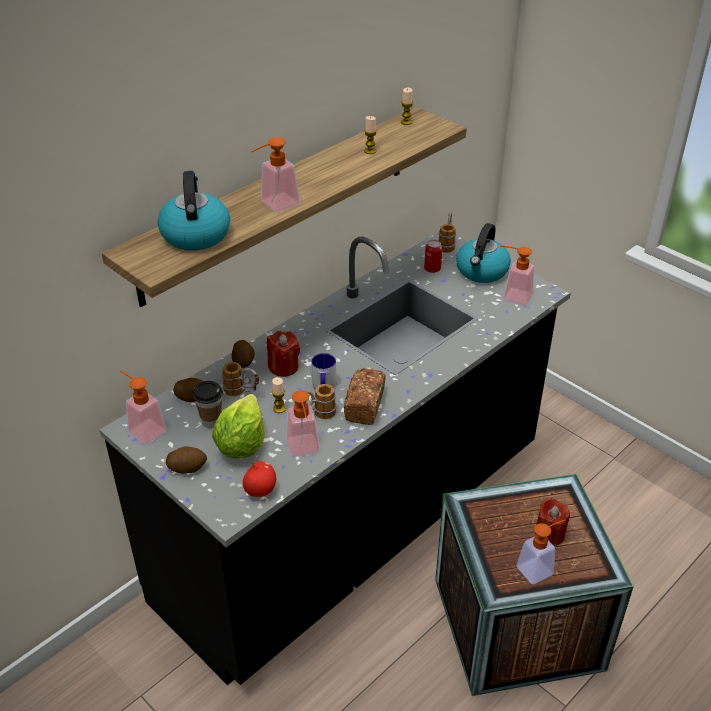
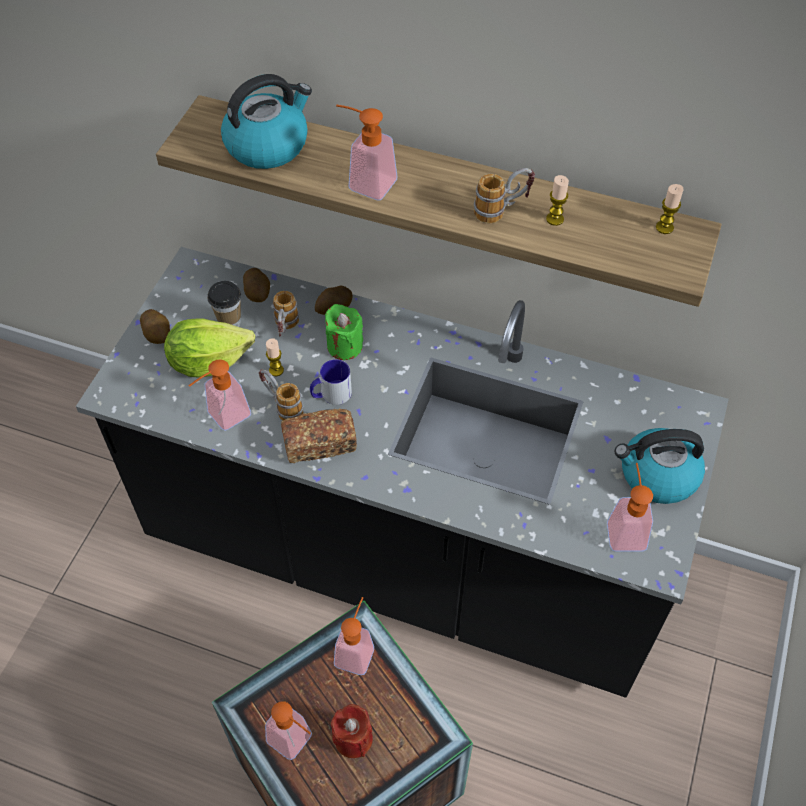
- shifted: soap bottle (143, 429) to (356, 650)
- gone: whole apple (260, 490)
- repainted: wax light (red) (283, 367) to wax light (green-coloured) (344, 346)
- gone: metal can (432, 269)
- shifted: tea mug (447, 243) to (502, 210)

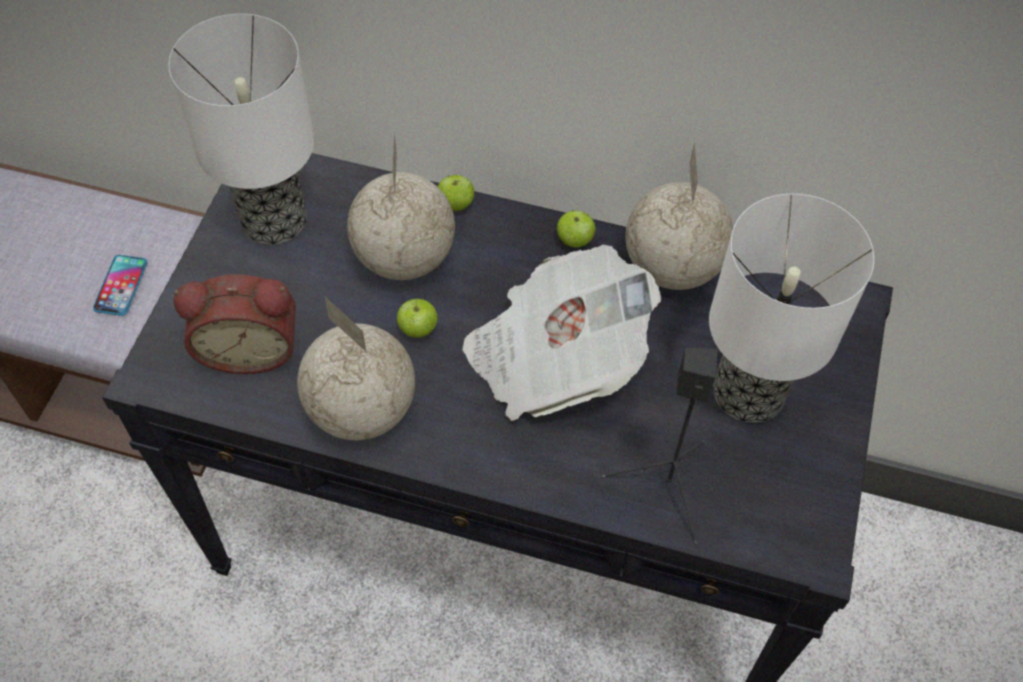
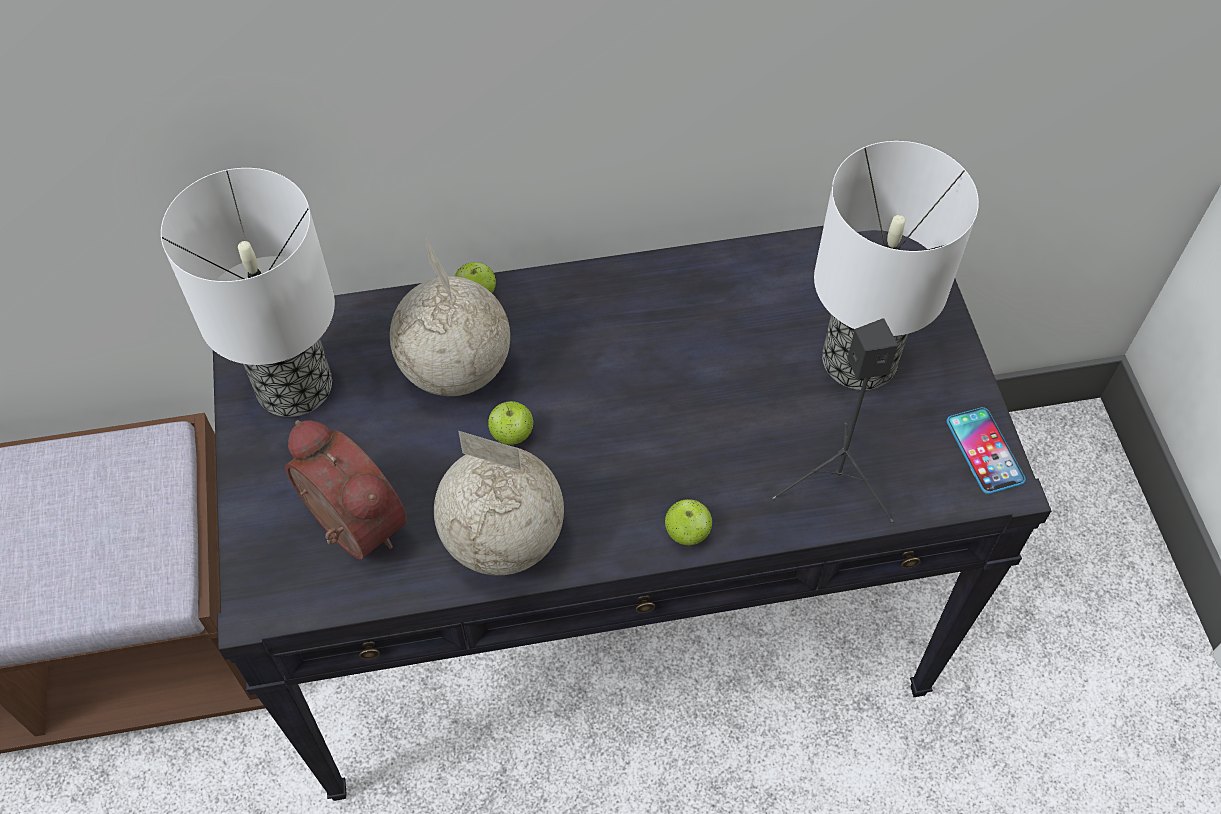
- shifted: telephone (121, 286) to (984, 451)
- rotated: table clock (250, 347) = (349, 527) 105 degrees counterclockwise
- gone: newspaper (554, 357)
- shifted: whole apple (575, 240) to (687, 533)
- gone: globe (673, 267)

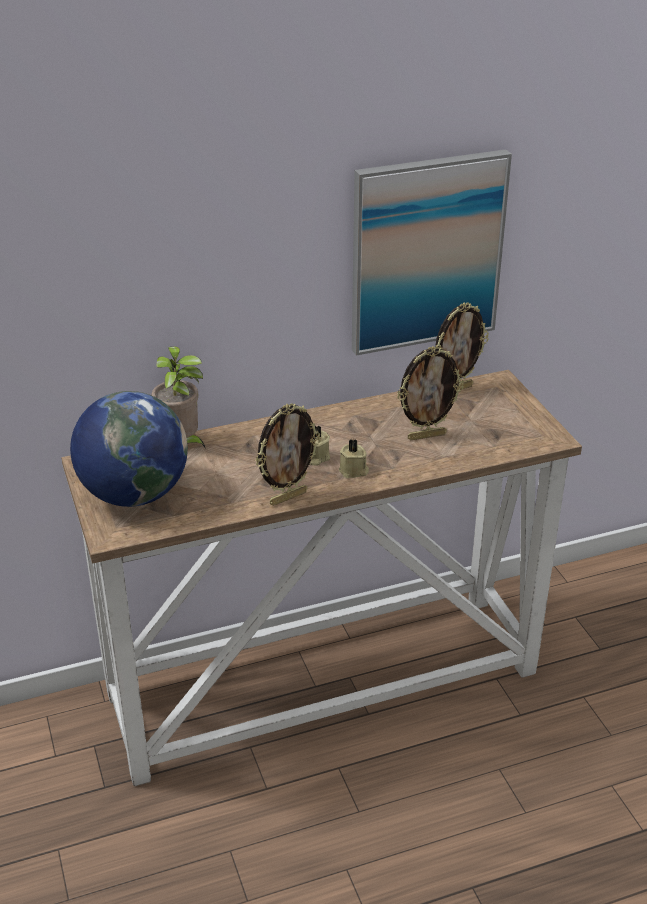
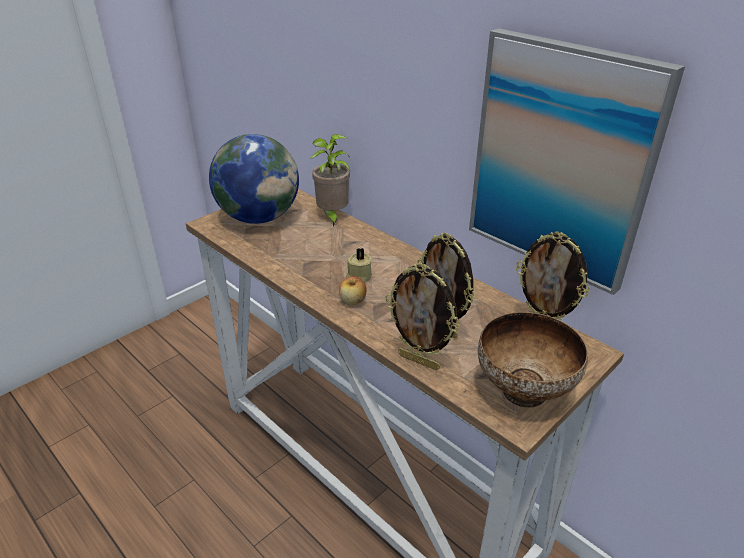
- shifted: photo frame (288, 497) to (419, 361)
- swapped: wax light (beige) (354, 471) to whole apple (353, 301)
- new: deep dish (525, 390)

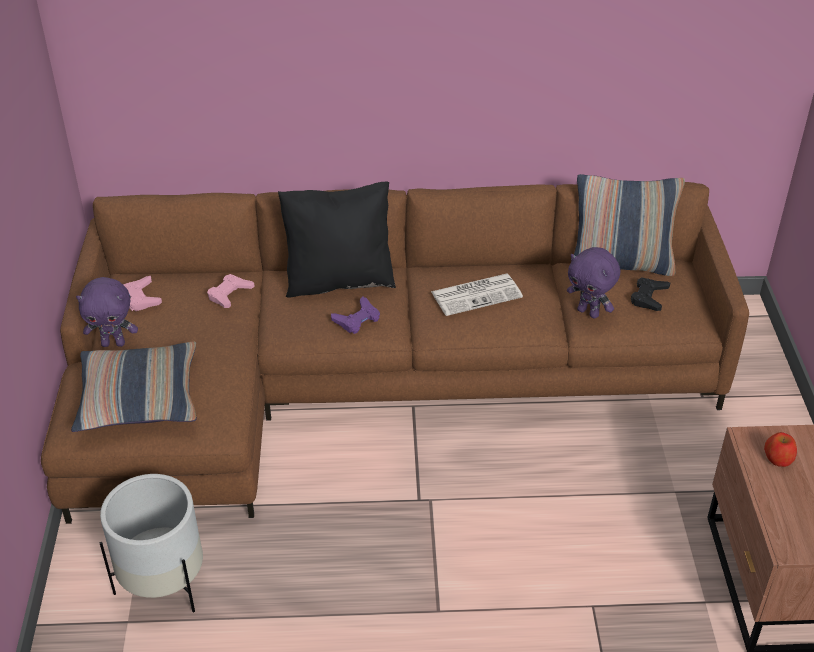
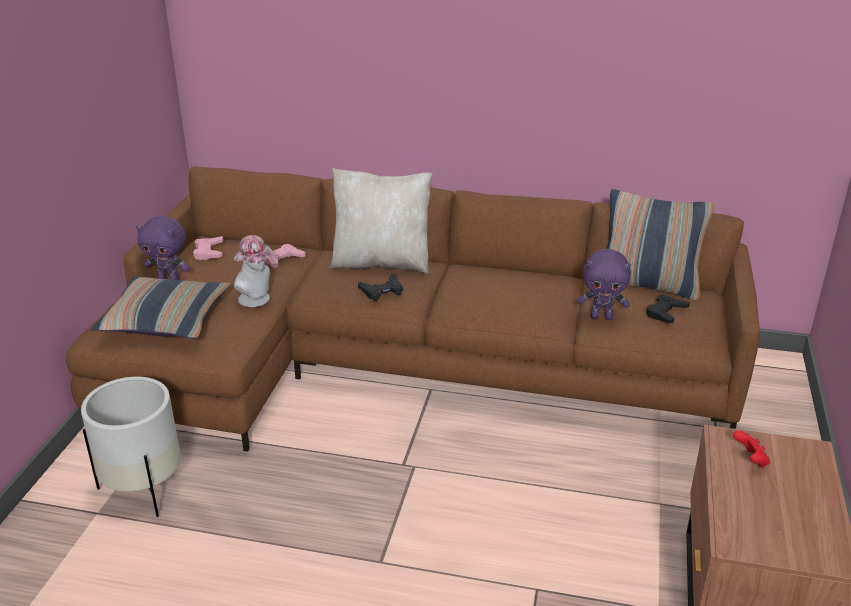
- repainted: cushion (black) (339, 280) to cushion (beige) (382, 262)
- repainted: gamepad (purplish) (357, 319) to gamepad (black) (382, 291)
- gone: newspaper (477, 294)
- rotated: plush toy (purplish) (589, 312) = (602, 317) 45 degrees counterclockwise
- swapped: whole apple (778, 458) to gamepad (red) (750, 460)
- new: wearable hat (258, 299)

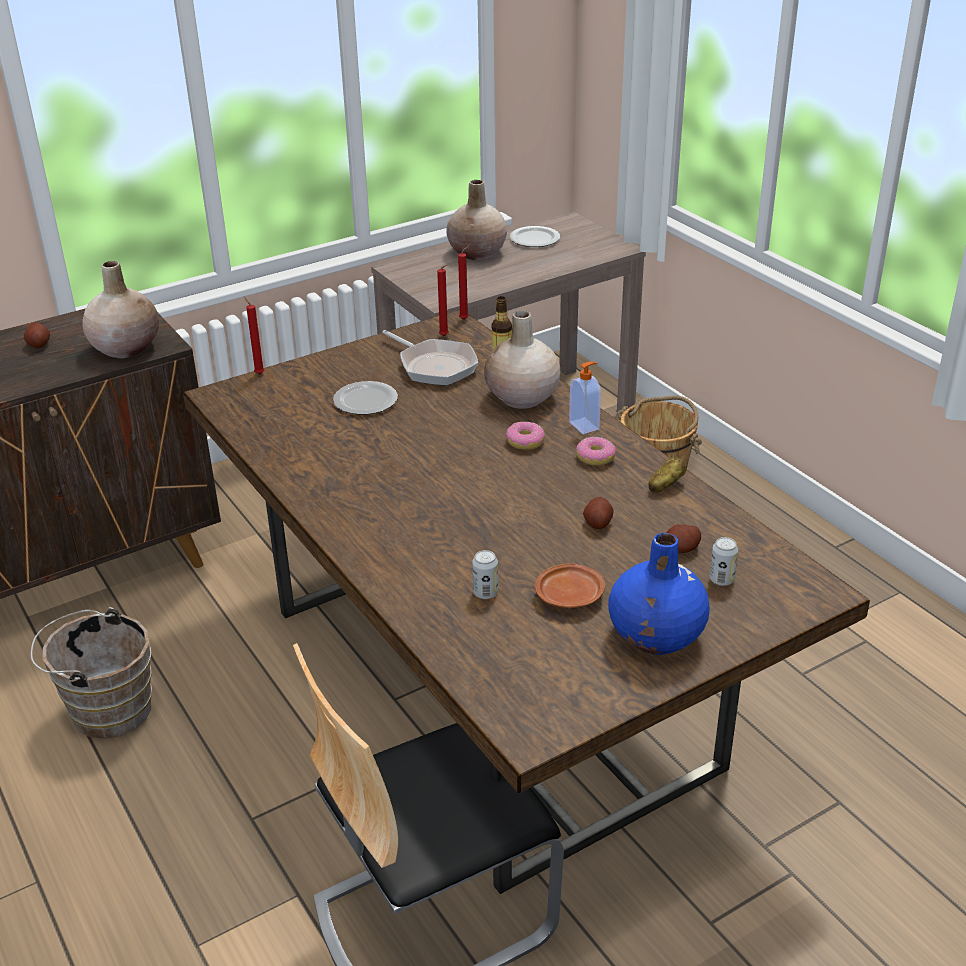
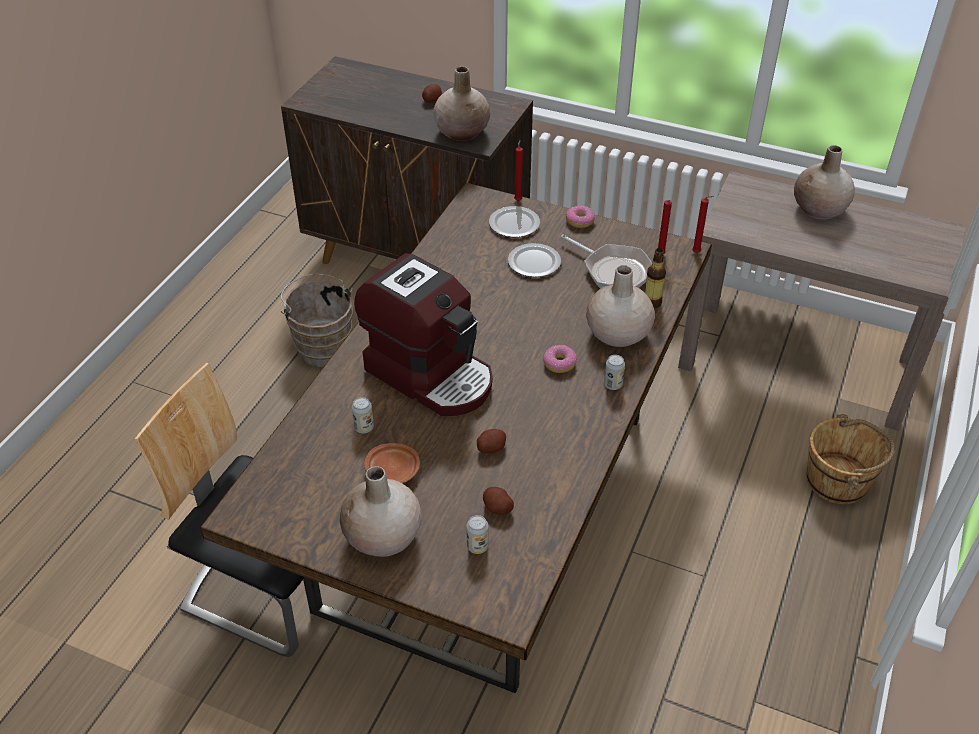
- rotated: frying pan (434, 366) = (613, 271) 60 degrees counterclockwise
- shifted: dinner plate (534, 239) to (514, 223)
- swapped: soap bottle (585, 425) to metal can (613, 384)
- shifted: doughnut (596, 457) to (580, 221)
- repainted: decorative vase (blue) (657, 636) to decorative vase (beige) (383, 536)
- gone: whole potato (665, 485)
- new: coffee brewer (431, 374)

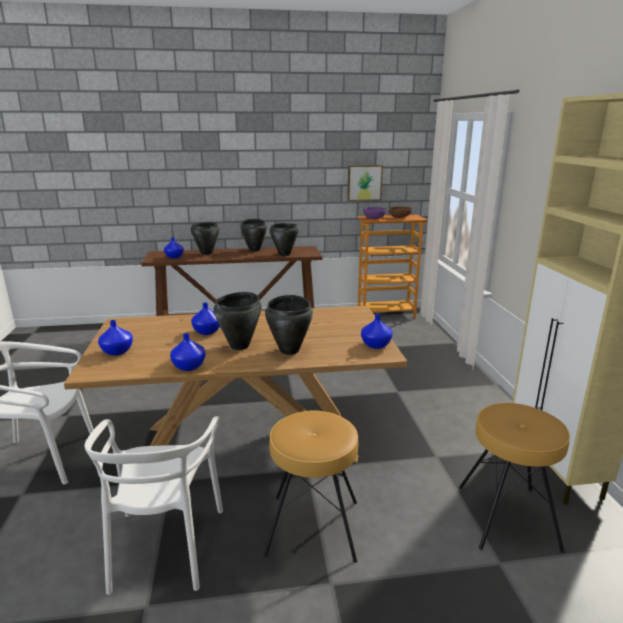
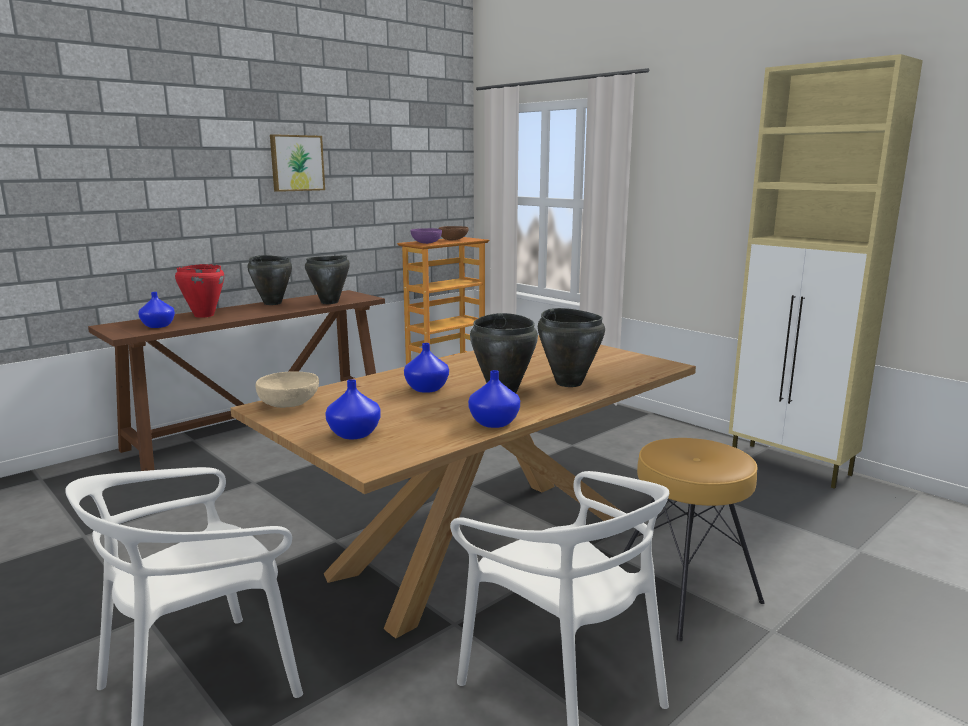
- repainted: stockpot (black) (206, 253) to stockpot (red) (203, 315)
- shifted: wall art (364, 182) to (296, 163)
- gone: decorative vase (blue) (375, 345)
- gone: stool (brownish) (506, 517)
- new: deep dish (beige) (289, 404)

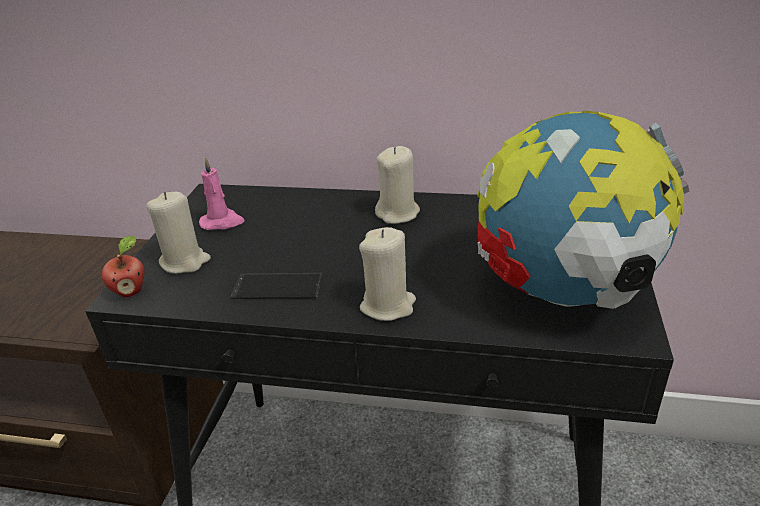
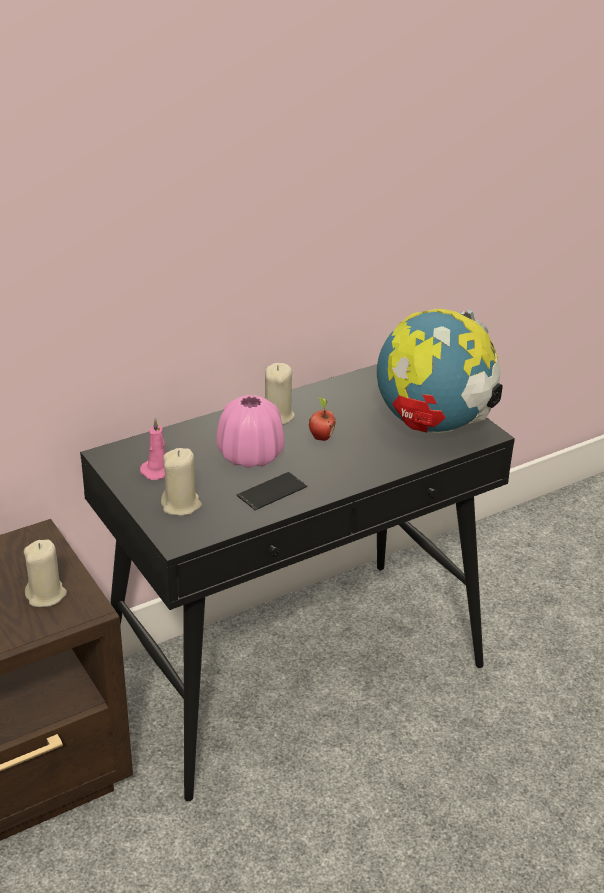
- shifted: whole apple (131, 291) to (320, 437)
- shifted: wax light (beige) (388, 305) to (46, 595)
- new: decorative vase (pink) (250, 456)

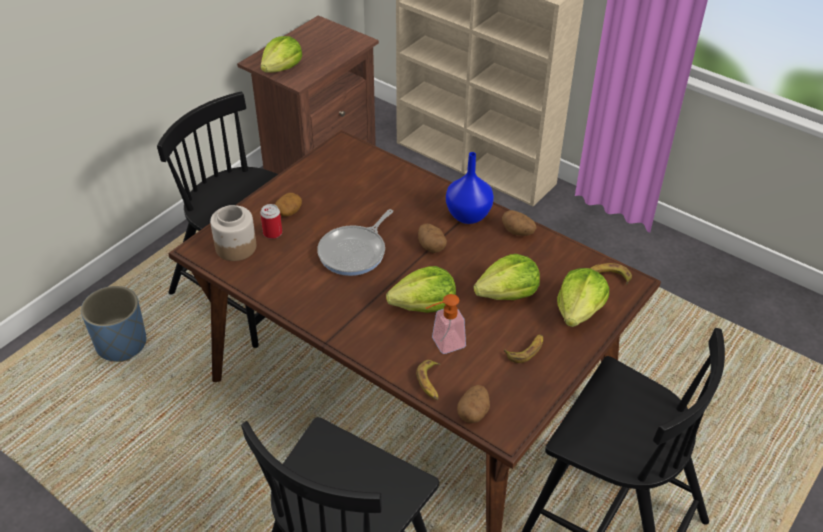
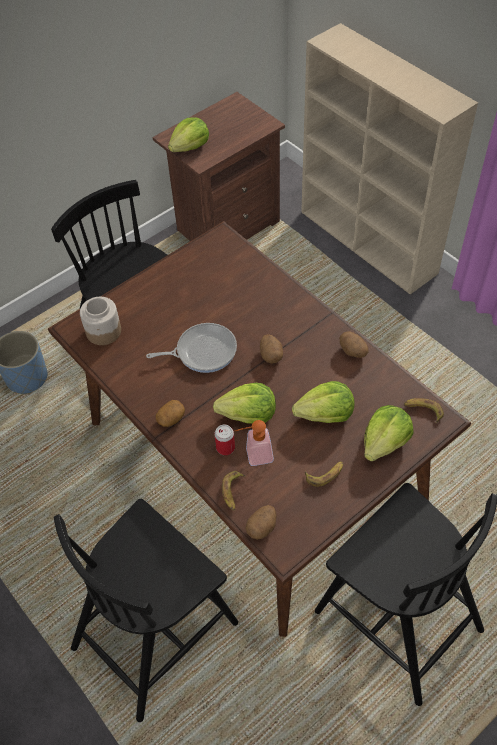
- shifted: metal can (272, 233) to (225, 447)
- shifted: whole potato (288, 212) to (171, 418)
- rotated: frying pan (355, 252) = (203, 351) 150 degrees counterclockwise
- gone: decorative vase (blue) (467, 215)

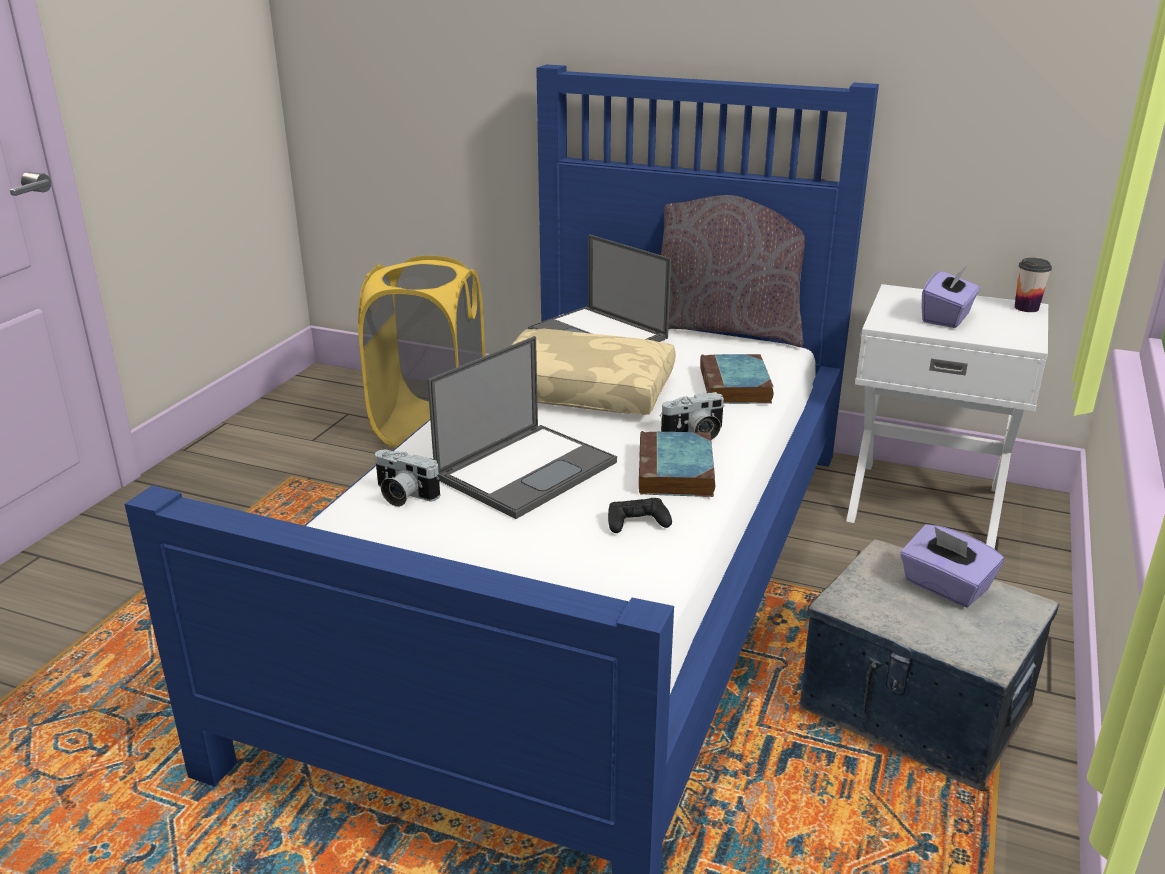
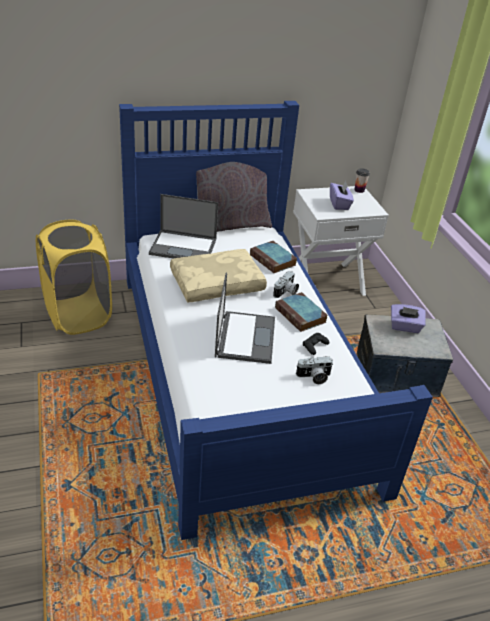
- shifted: still camera (402, 495) to (314, 377)

